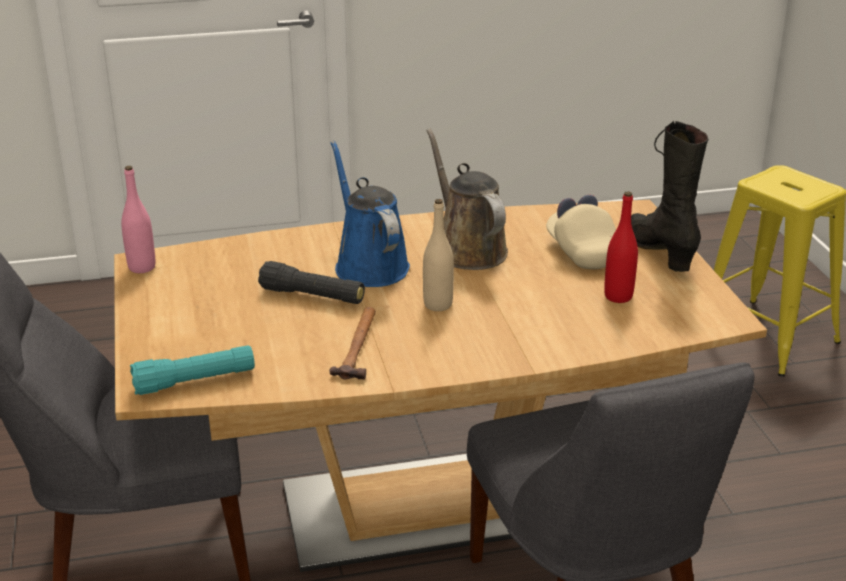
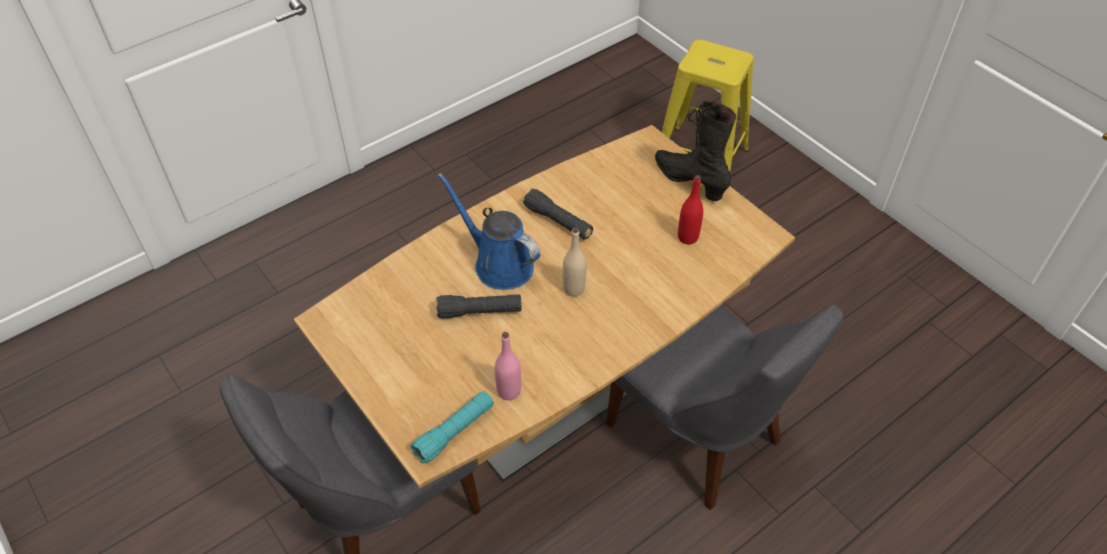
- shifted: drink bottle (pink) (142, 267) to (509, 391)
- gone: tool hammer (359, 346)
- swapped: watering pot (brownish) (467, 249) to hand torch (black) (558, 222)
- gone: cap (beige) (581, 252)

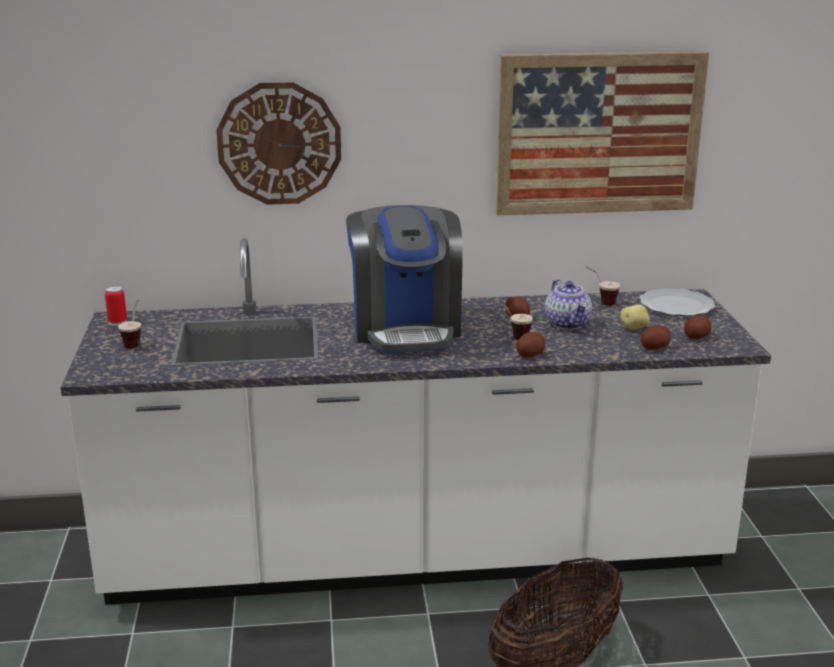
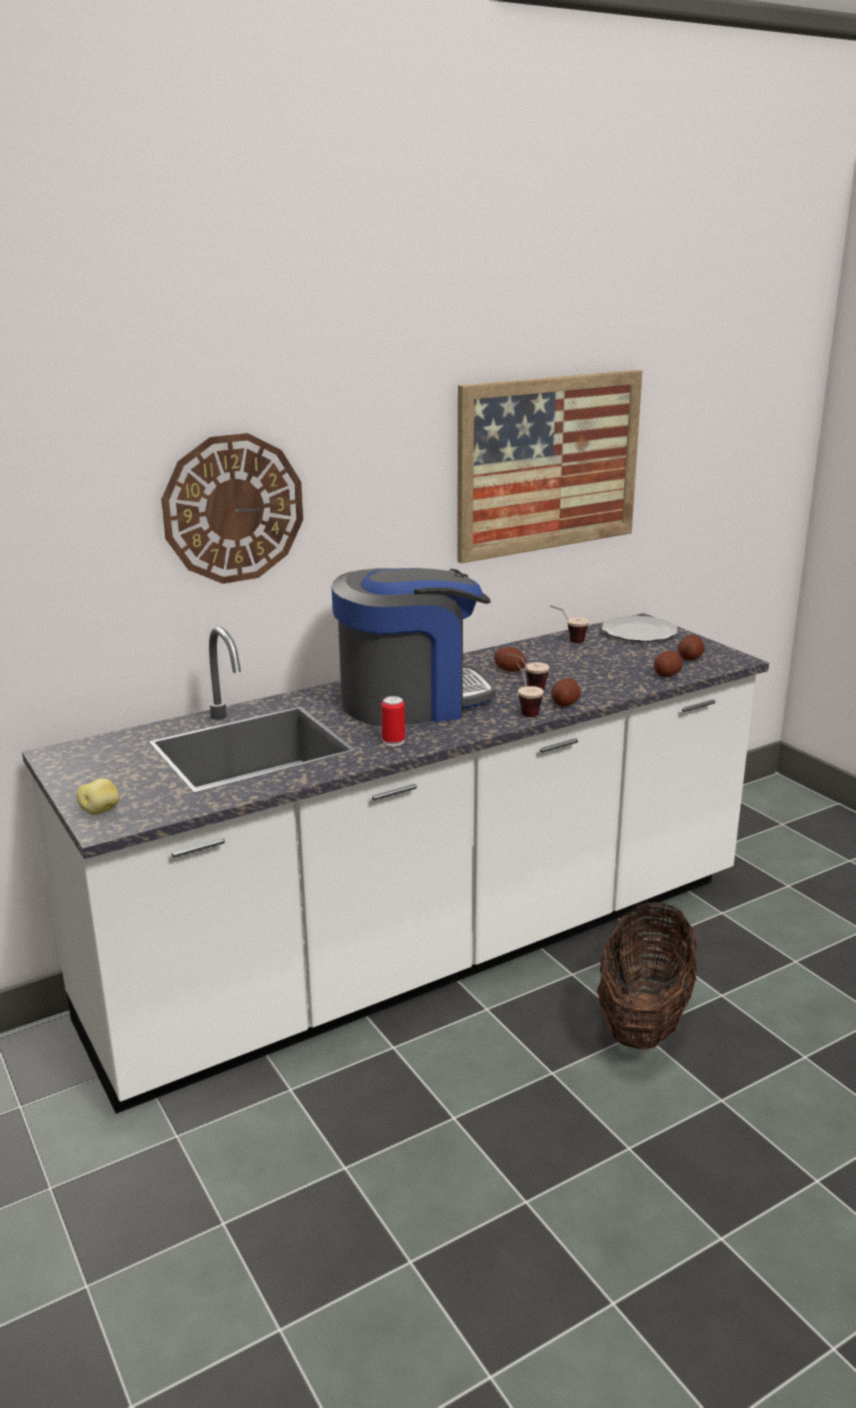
- shifted: metal can (117, 322) to (393, 741)
- shifted: small cup (135, 342) to (525, 710)
- rotated: coffee brewer (406, 328) = (412, 700) 75 degrees counterclockwise
- gone: tea pot (568, 324)
- shifted: whole potato (634, 328) to (101, 811)

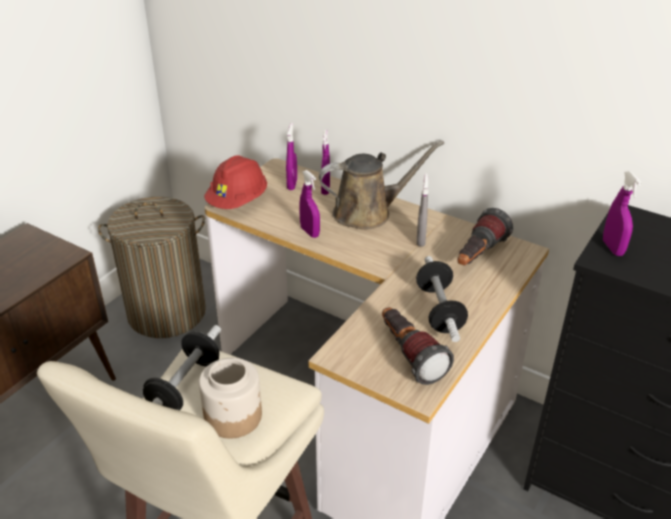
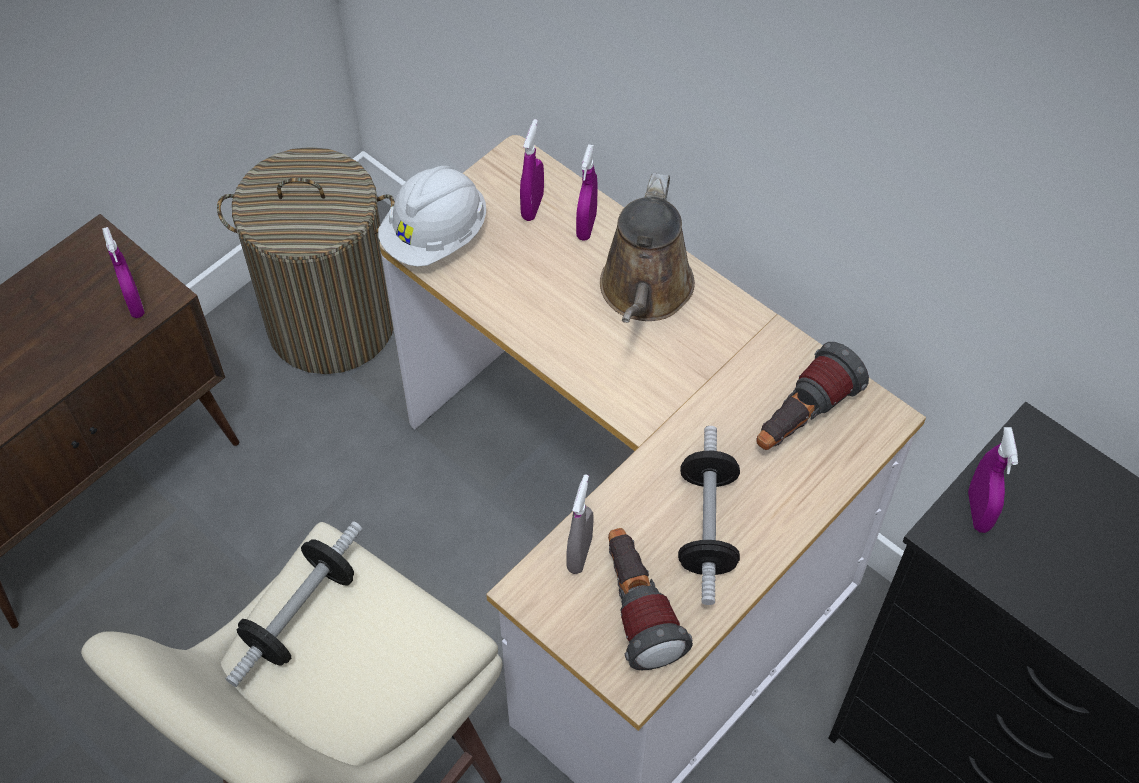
- gone: preserve jar (234, 416)
- repainted: safety helmet (red) (238, 201) to safety helmet (white-coloured) (436, 236)
- shifted: sprayer (purplish) (310, 232) to (135, 304)
- rotated: watering pot (brownish) (367, 213) = (645, 292) 105 degrees clockwise
- shifted: sprayer (grey) (420, 239) to (579, 554)

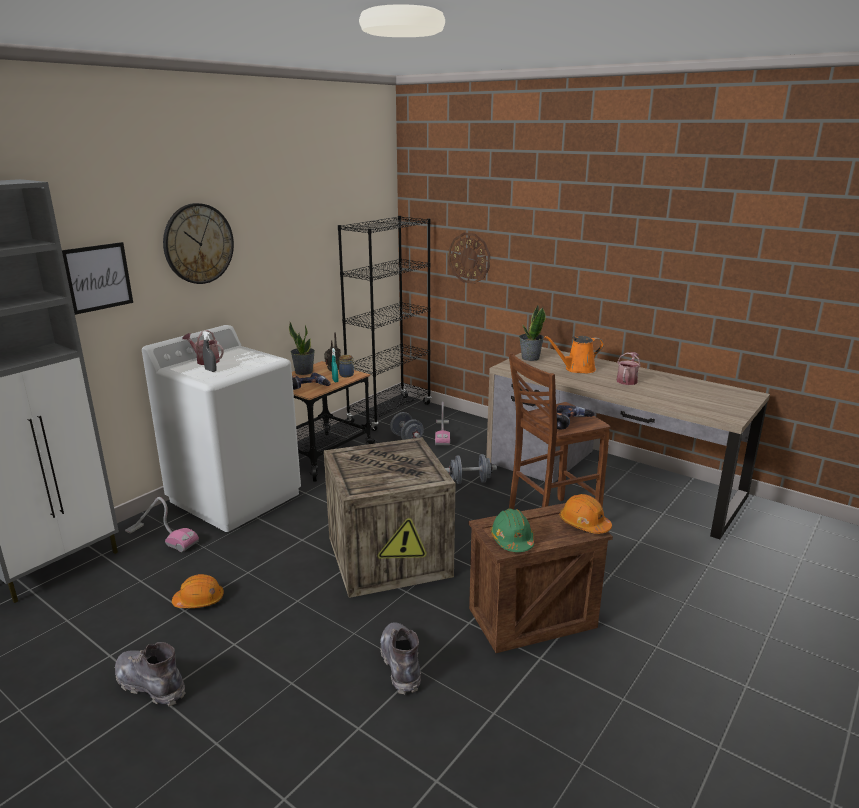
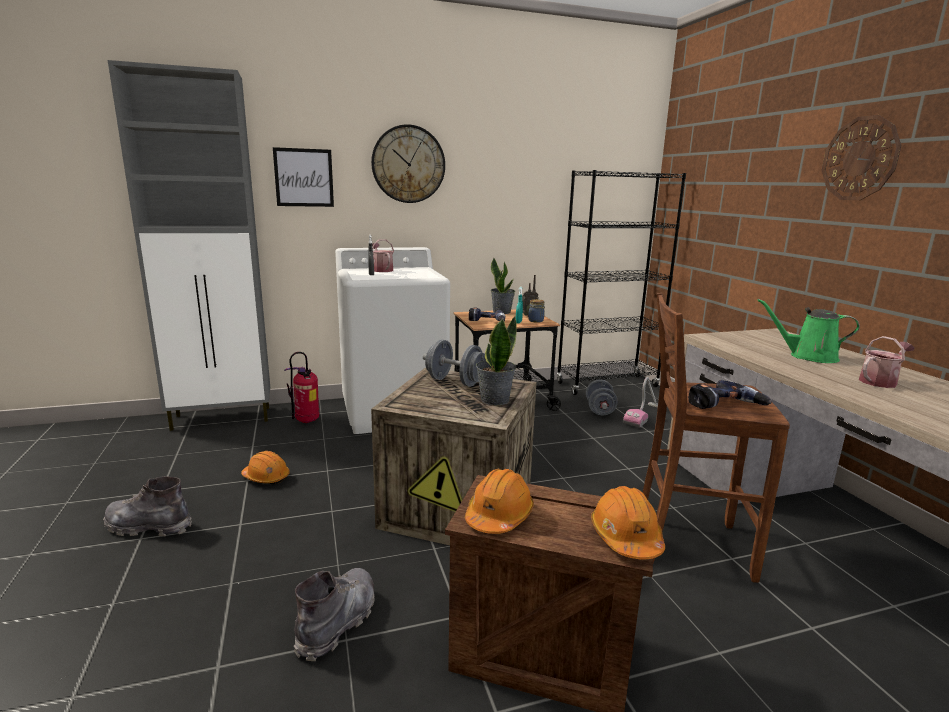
- rotated: tall boot (grey) (150, 685) = (149, 526) 60 degrees counterclockwise
- swapped: vacuum (161, 537) to fire extinguisher (306, 421)
- shifted: dumbbell (grey) (470, 481) to (455, 382)
- shifted: clock on the wall (469, 258) to (860, 158)
- repainted: safety helmet (green-coloured) (512, 540) to safety helmet (orange) (499, 516)
- shifted: houseplant (530, 358) to (494, 399)
- repainted: watering pot (orange) (577, 369) to watering pot (green-coloured) (808, 356)

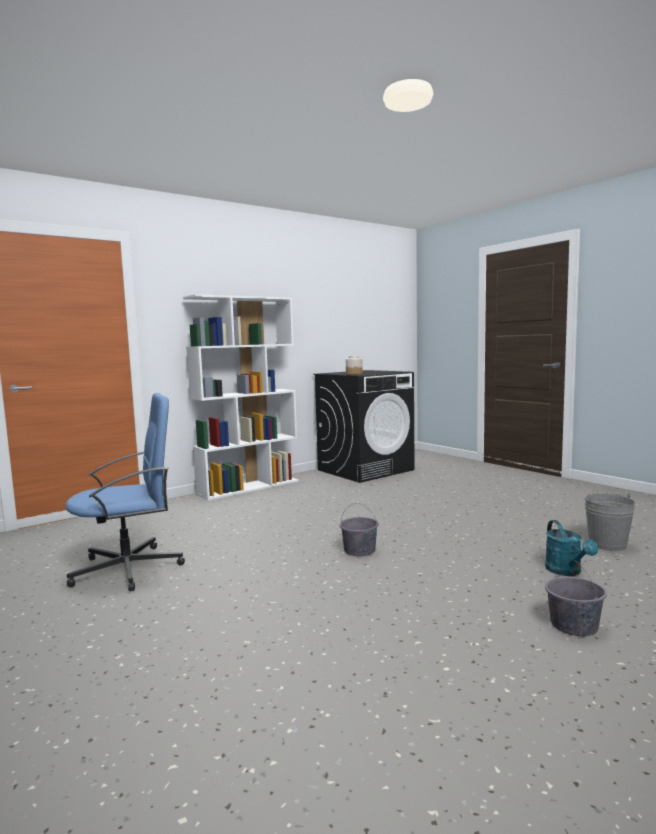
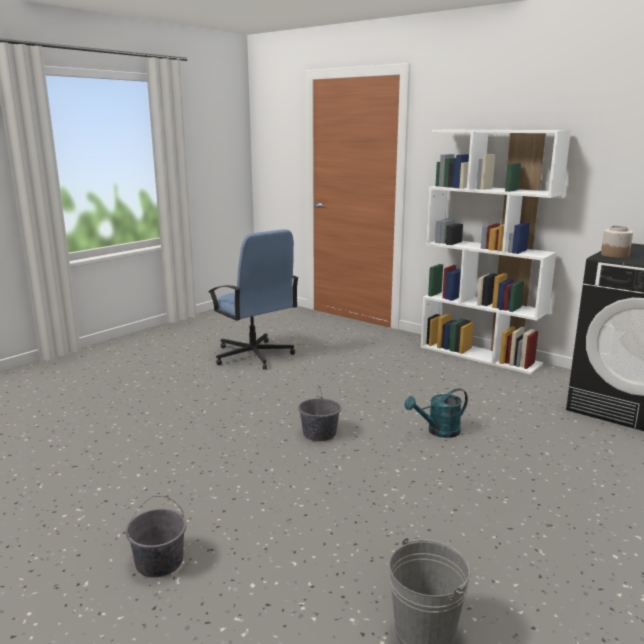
- shifted: watering pot (turquoise-coloured) (567, 572) to (438, 431)

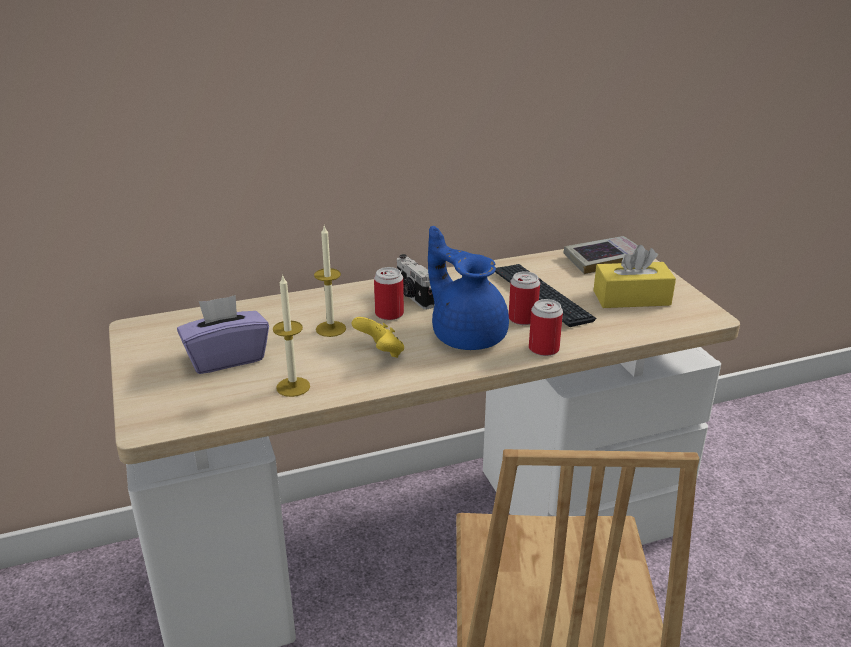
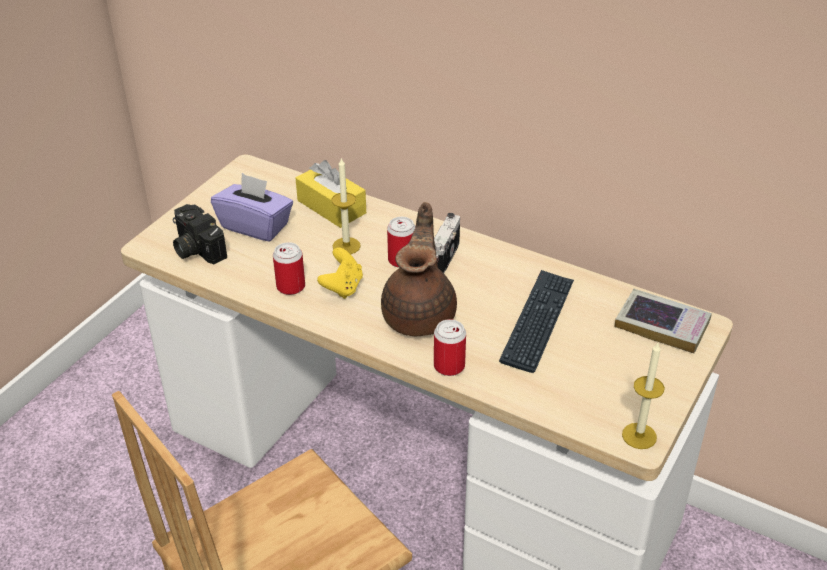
- shifted: wax light (293, 387) to (639, 436)
- repainted: tea pot (blue) (467, 334) to tea pot (brownish) (420, 314)
- shifted: metal can (522, 319) to (291, 286)
- shifted: tissue box (yellowish) (631, 298) to (331, 207)
- new: still camera (195, 248)

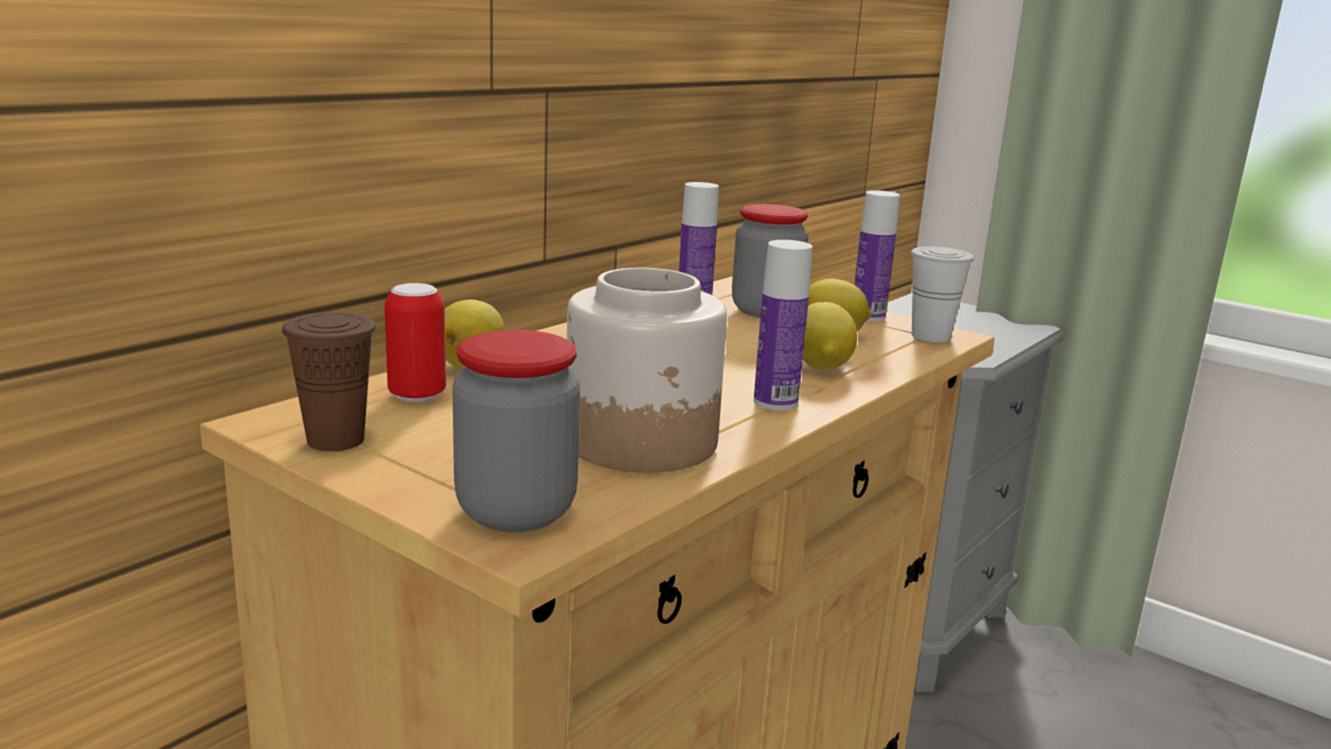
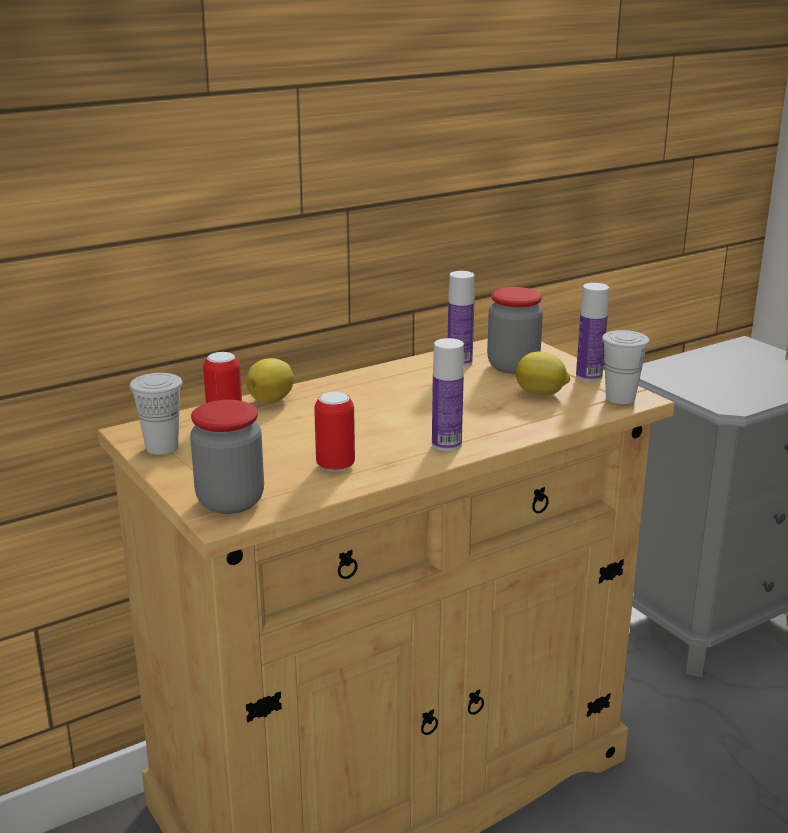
- repainted: small cup (brownish) (335, 440) to small cup (white-coloured) (162, 447)
- swapped: preserve jar (643, 442) to metal can (335, 466)
- gone: citrus fruit (820, 367)

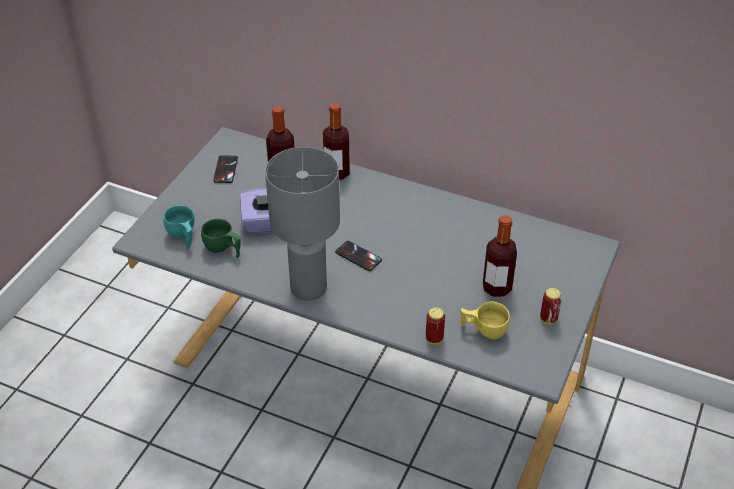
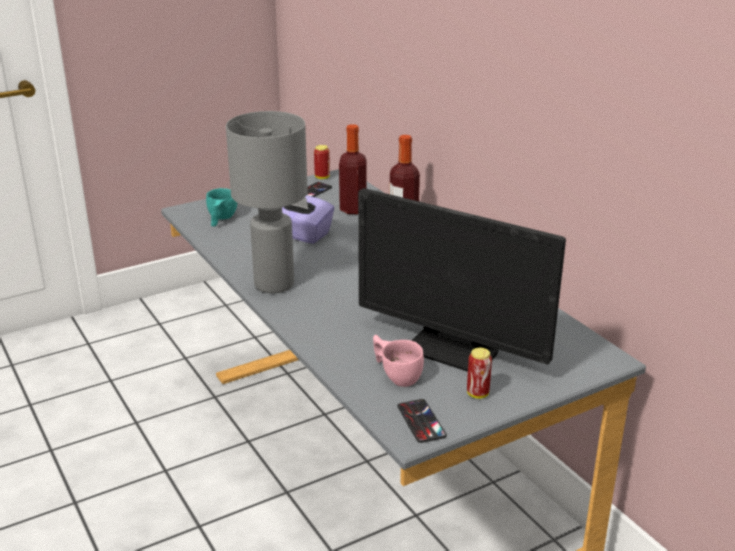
- gone: small cup (green-coloured) (223, 249)
- shifted: telephone (358, 256) to (421, 421)
- shifted: metal can (434, 339) to (322, 177)
- repainted: small cup (yellowish) (483, 330) to small cup (pink) (396, 374)
- swapped: drink bottle (496, 288) to computer screen (453, 349)

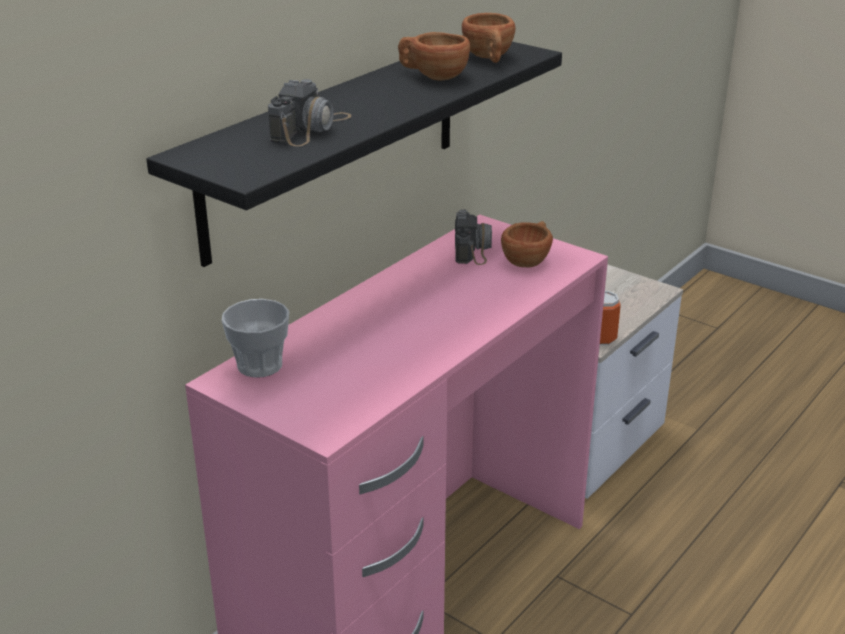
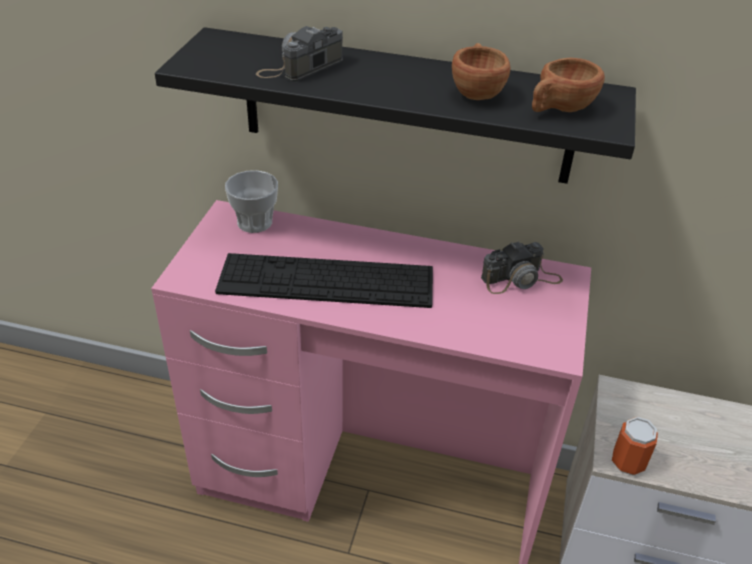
- rotated: still camera (311, 128) = (300, 67) 135 degrees clockwise
- gone: small cup (brownish) (528, 260)
- new: PC keyboard (326, 281)

